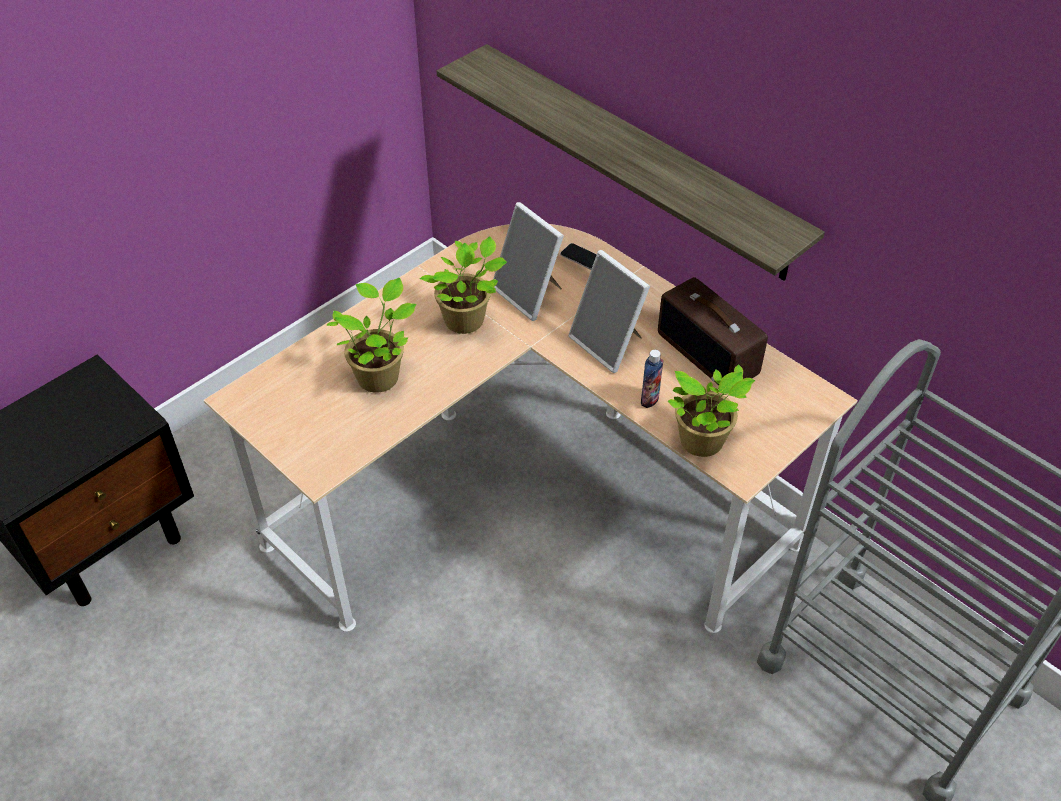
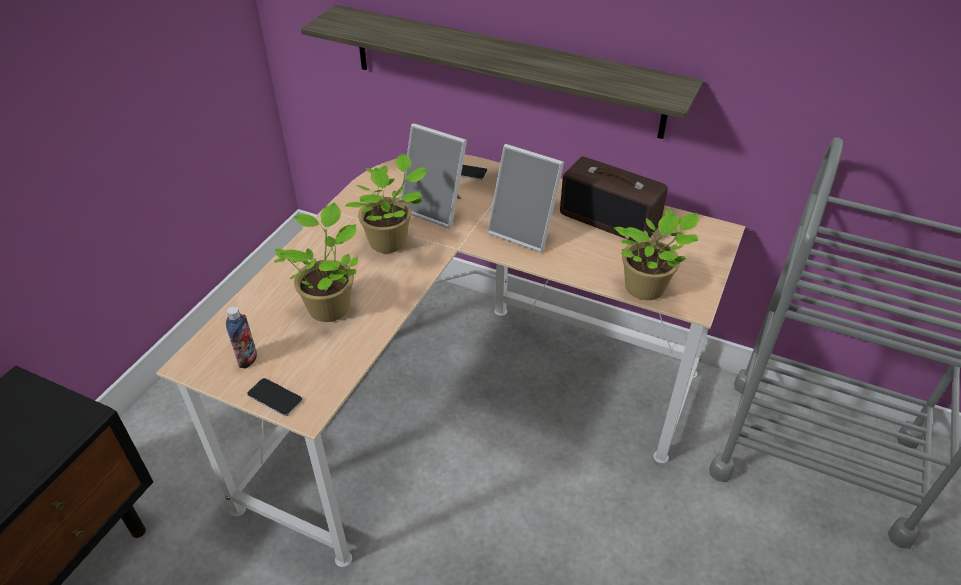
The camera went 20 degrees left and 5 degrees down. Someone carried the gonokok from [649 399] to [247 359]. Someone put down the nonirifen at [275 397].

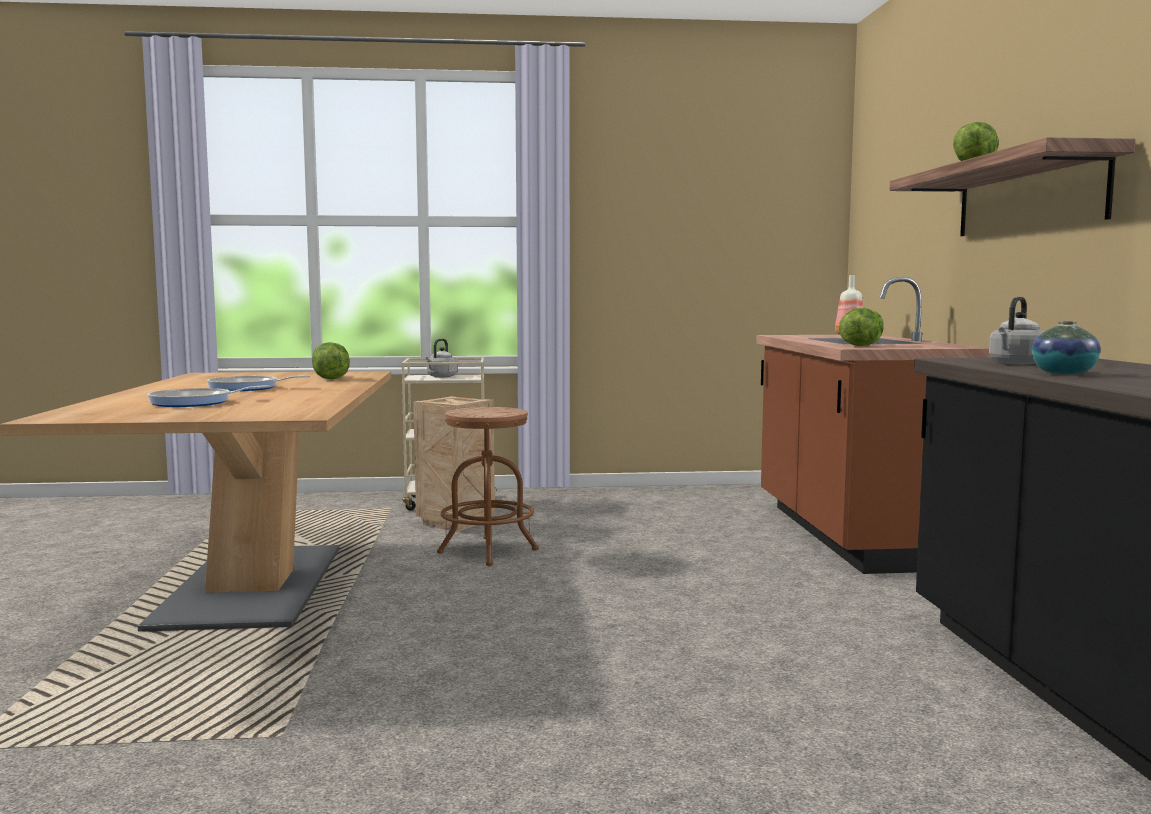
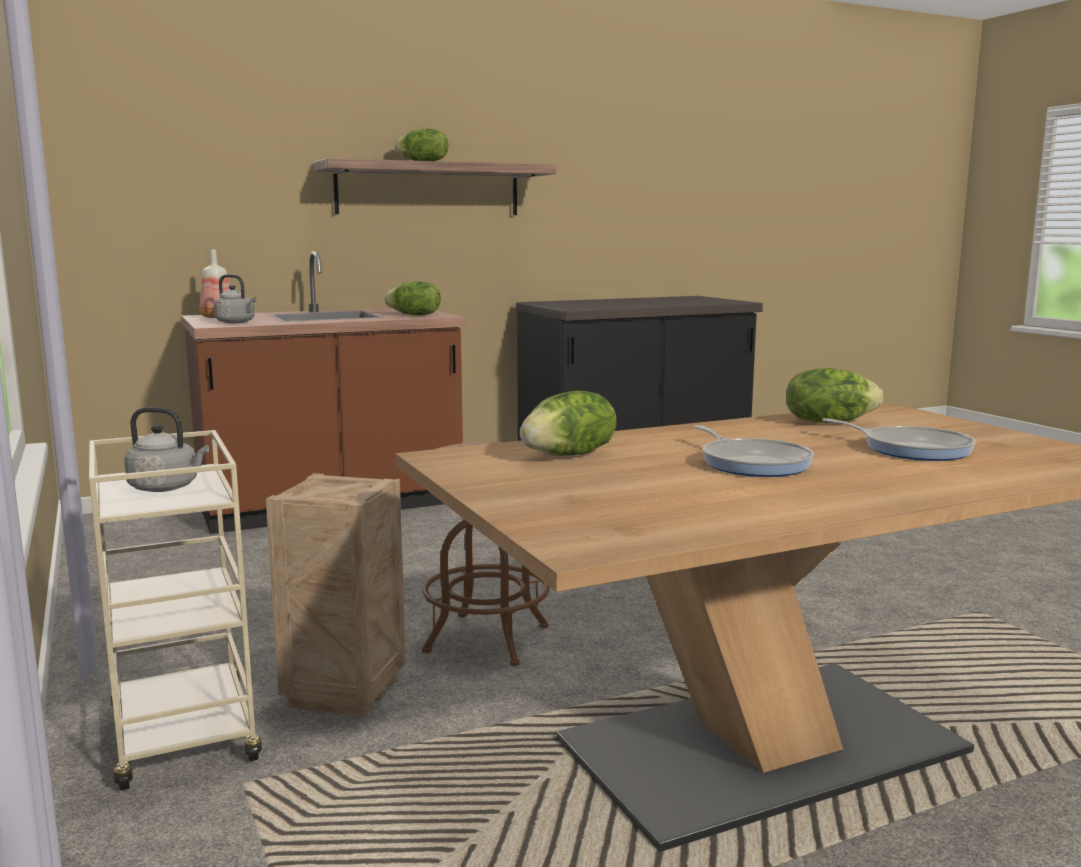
The camera went 110 degrees left and 5 degrees up. Someone carried the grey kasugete from [1016 363] to [237 322]. Someone took away the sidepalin at [1063 373]. Someone put down the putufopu at [828 422].

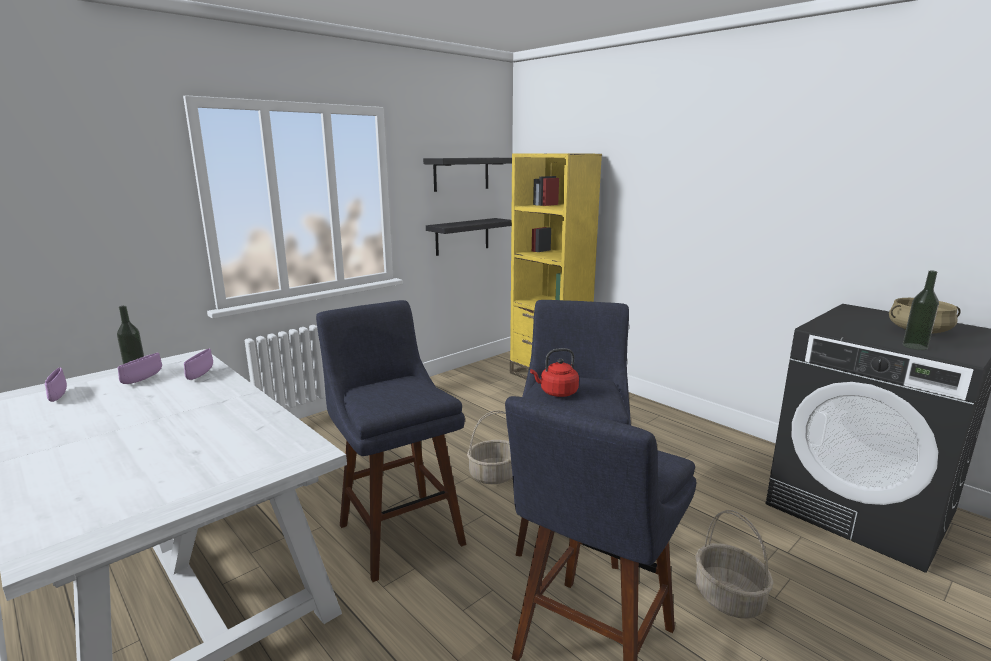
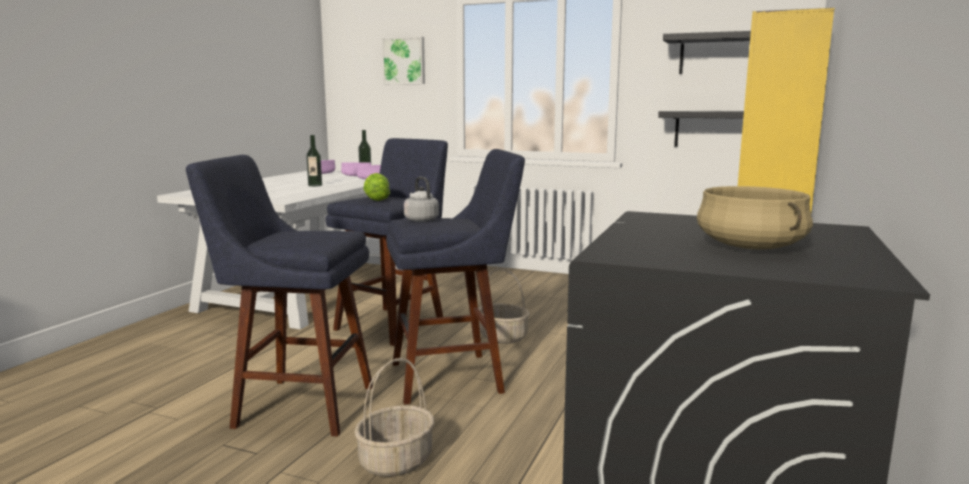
The camera went 65 degrees right and 5 degrees down. Someone carried the gonokok from [915 346] to [315 185]. Someone repainted the red kasugete at [556 393], which became the grey kasugete at [420 219]. Someone put up the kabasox at [404 61]. Someone put down the putufopu at [377 199].

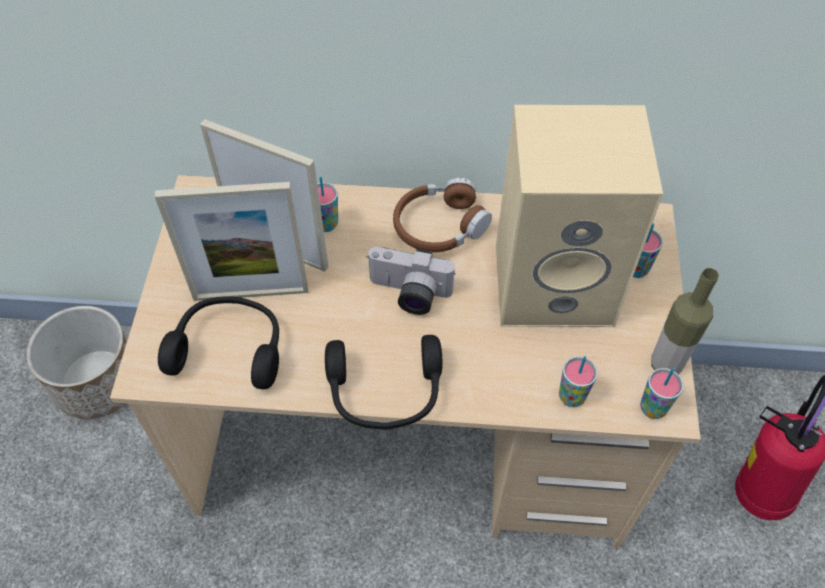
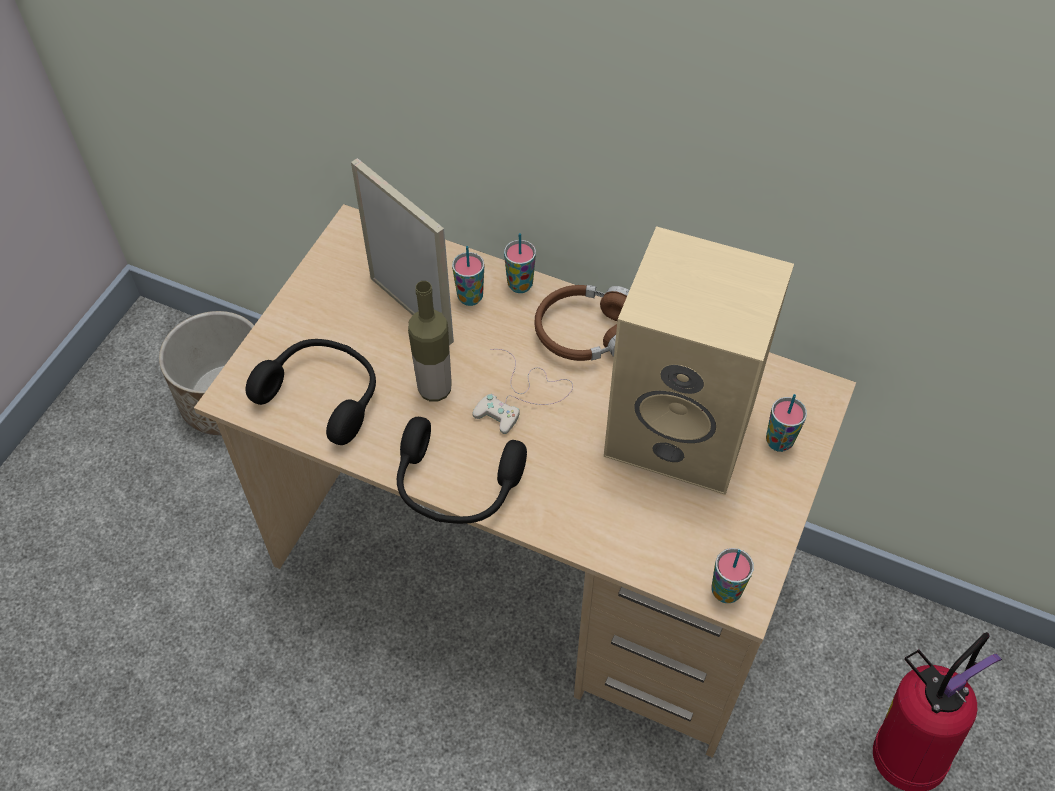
The camera went 20 degrees right and 0 degrees up. Someone took away the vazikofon at [251 293]. Someone swapped the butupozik at [408 295] for the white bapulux at [522 395]. Someone carried the gonokok from [666 365] to [435 389]. Someone carried the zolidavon from [571 397] to [520 285].

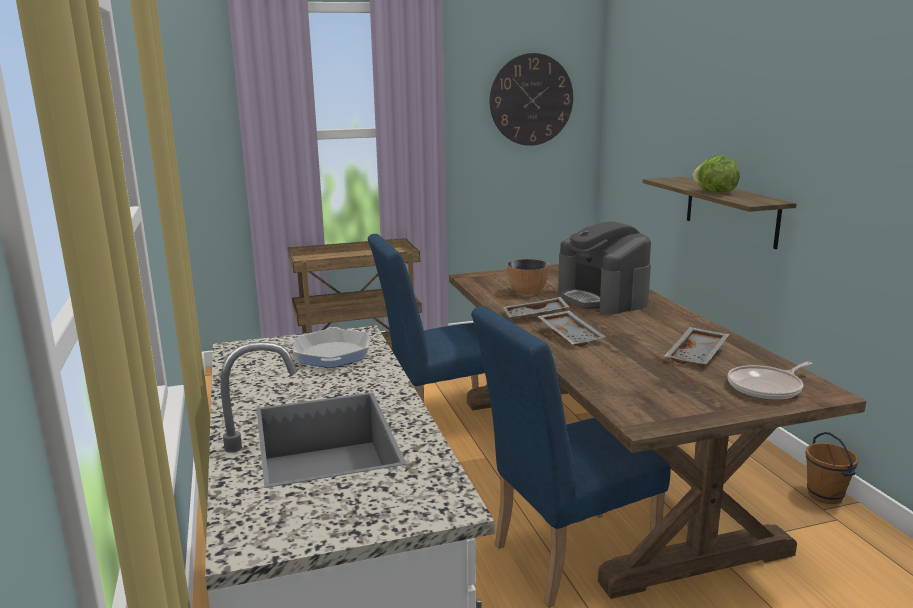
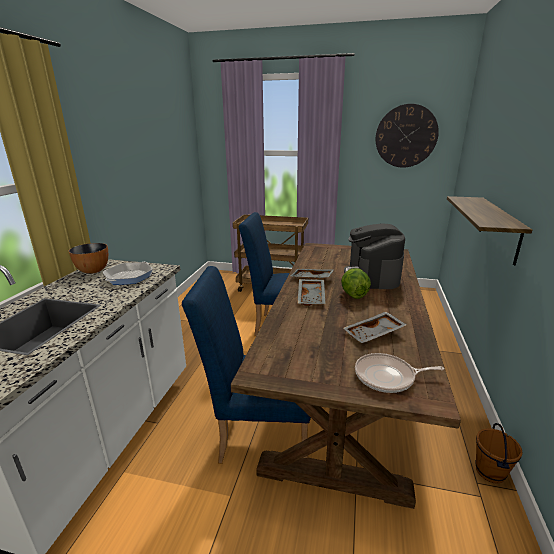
The camera went 30 degrees right and 5 degrees up. Someone carried the putufopu from [714 192] to [353 295]. Someone carried the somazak from [527 292] to [93 271].

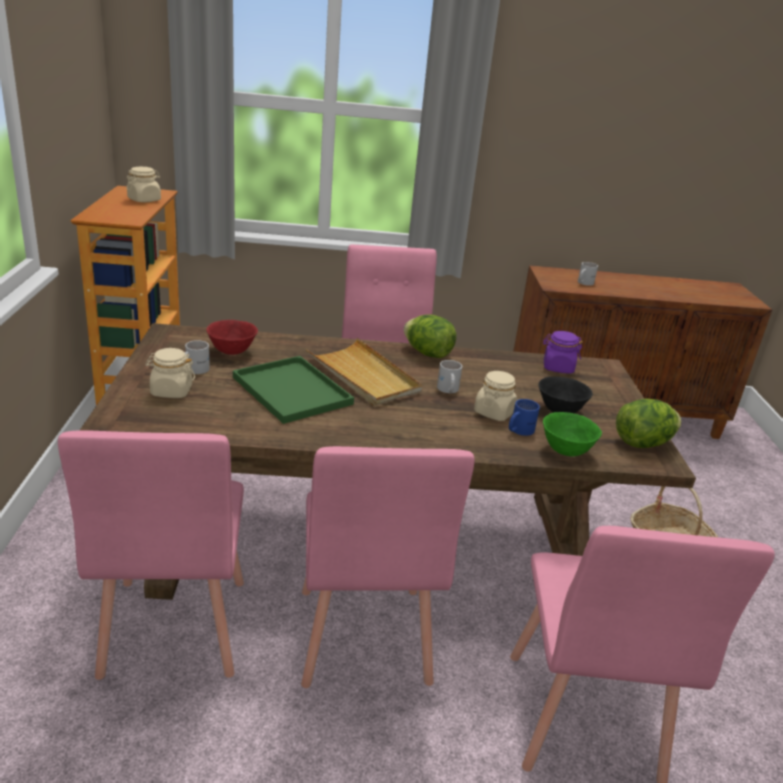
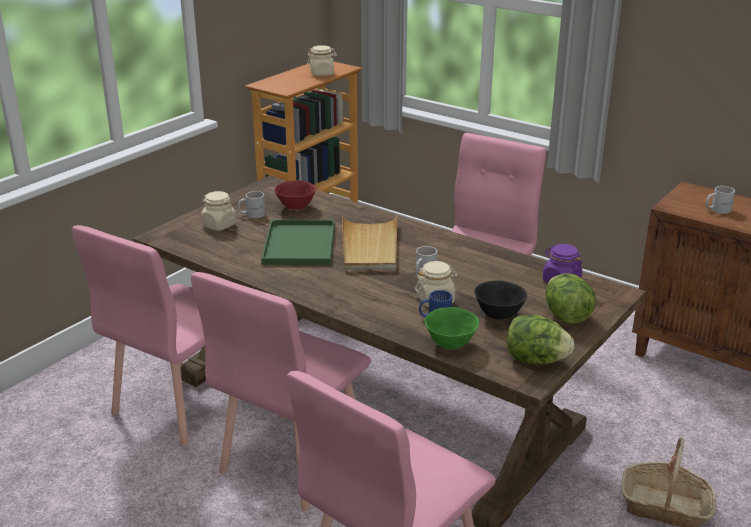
The camera went 40 degrees right and 0 degrees up. Someone carried the putufopu from [427 353] to [566 316].

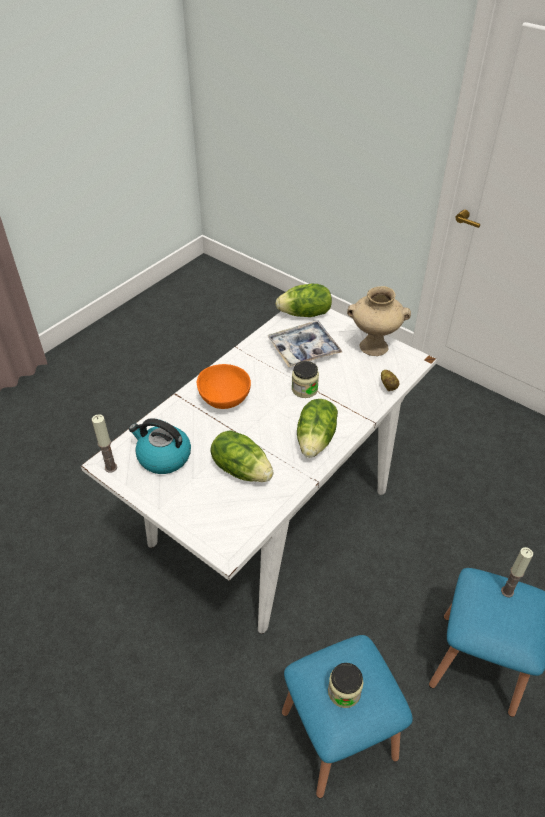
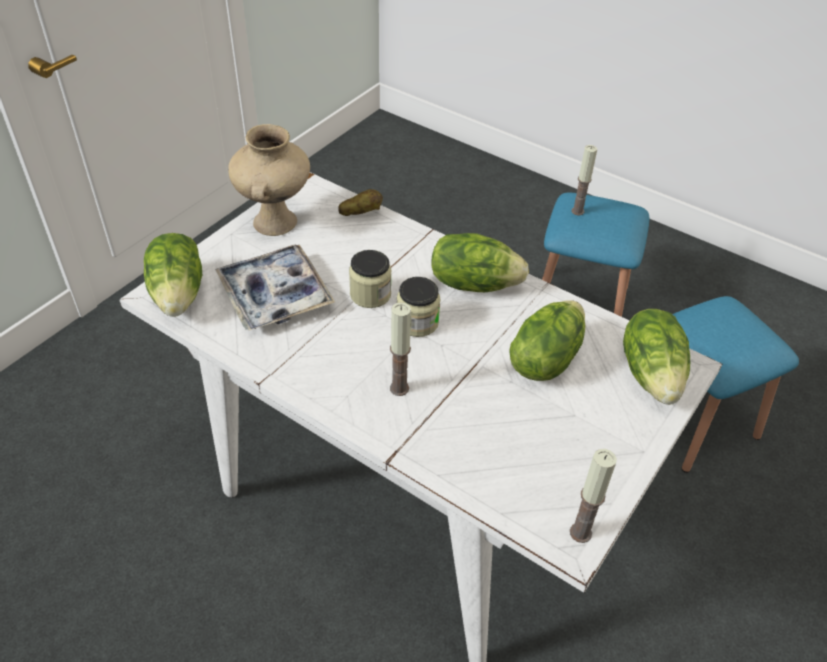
The camera went 95 degrees left and 0 degrees up. Someone swapped the orange somazak at [224 399] for the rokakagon at [399 388]. Someone took away the kasugete at [163 457]. Someone carried the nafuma from [344 691] to [417 322]. Someone put down the putufopu at [652 374].

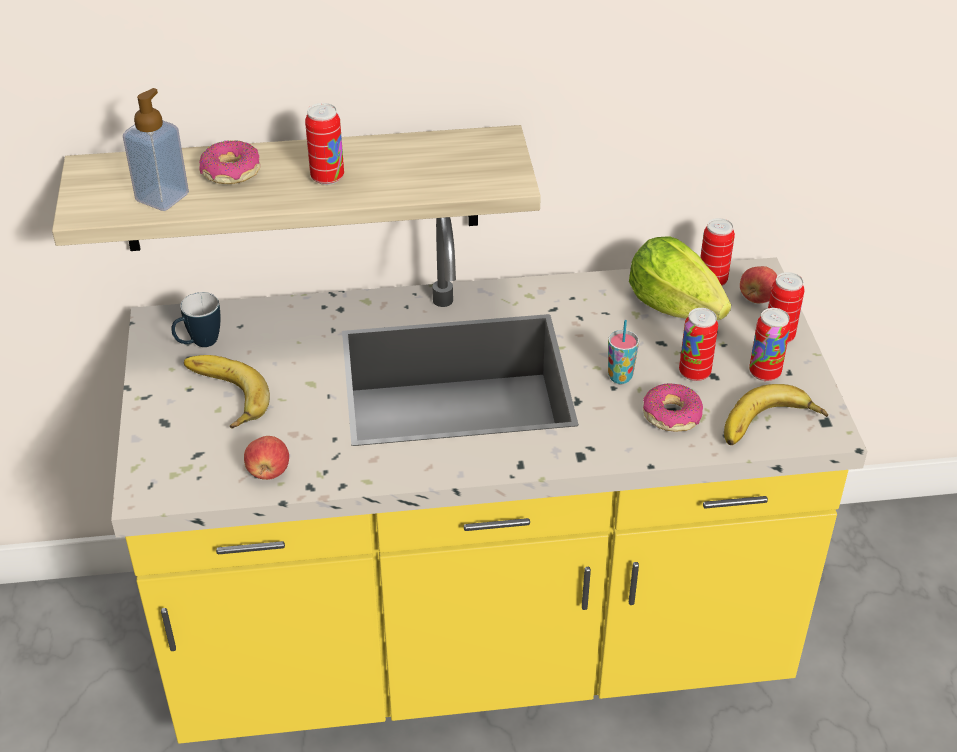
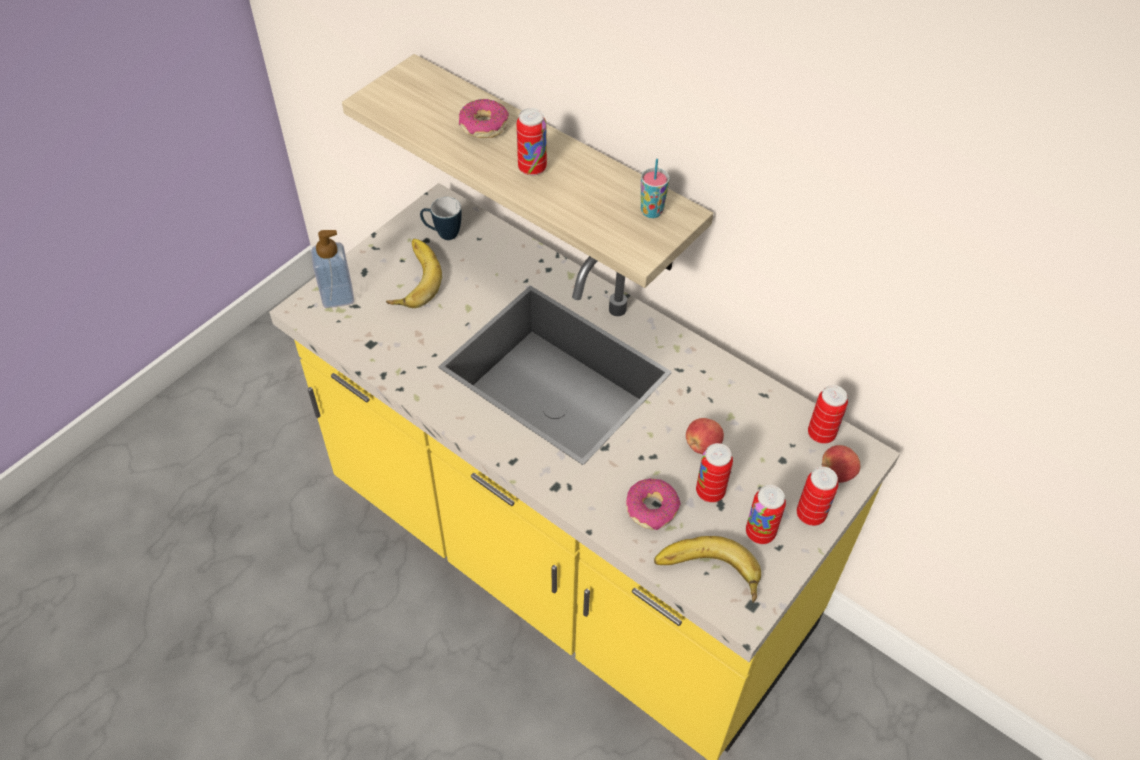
The camera went 45 degrees right and 10 degrees up. Someone carried the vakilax from [162 197] to [337 296]. Someone took away the putufopu at [674 306]. Someone carried the zolidavon from [620 377] to [651 211]. Someone carried the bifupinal from [268 472] to [702 445].

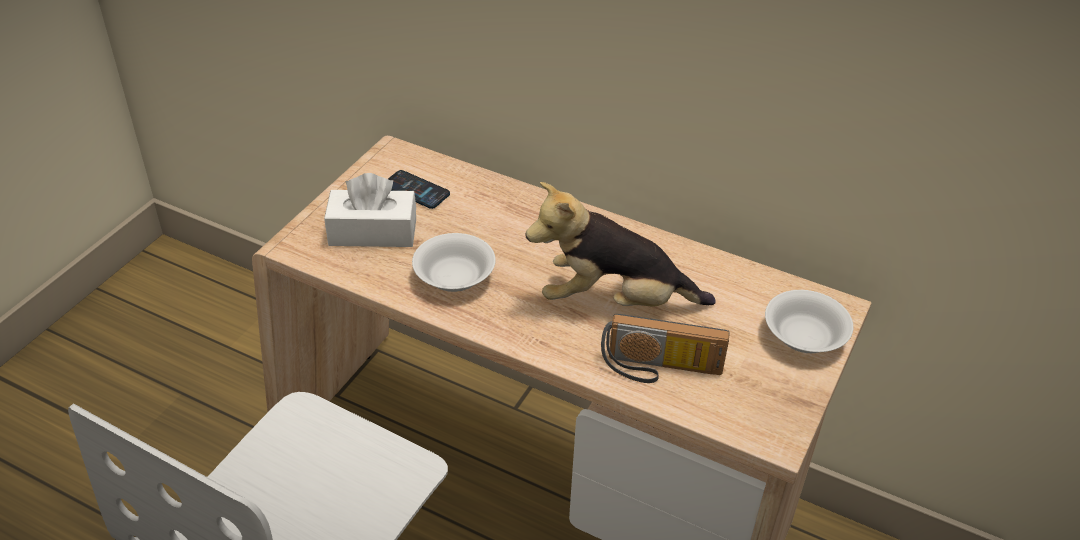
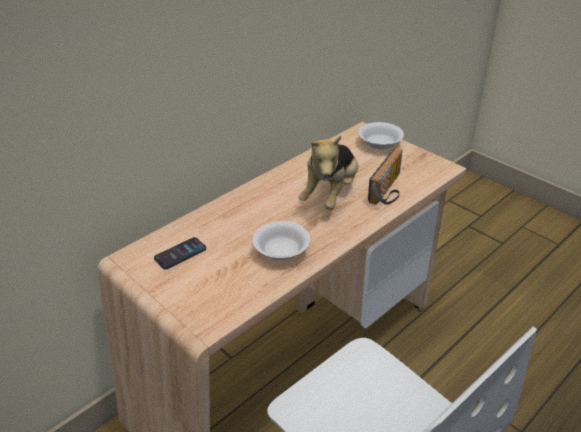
The camera went 70 degrees left and 5 degrees down. Someone took away the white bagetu at [373 232].

